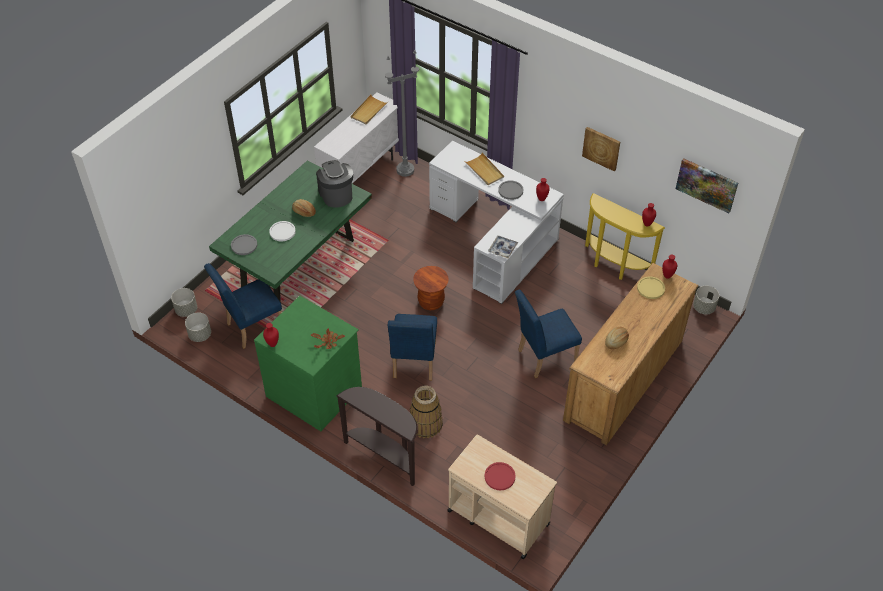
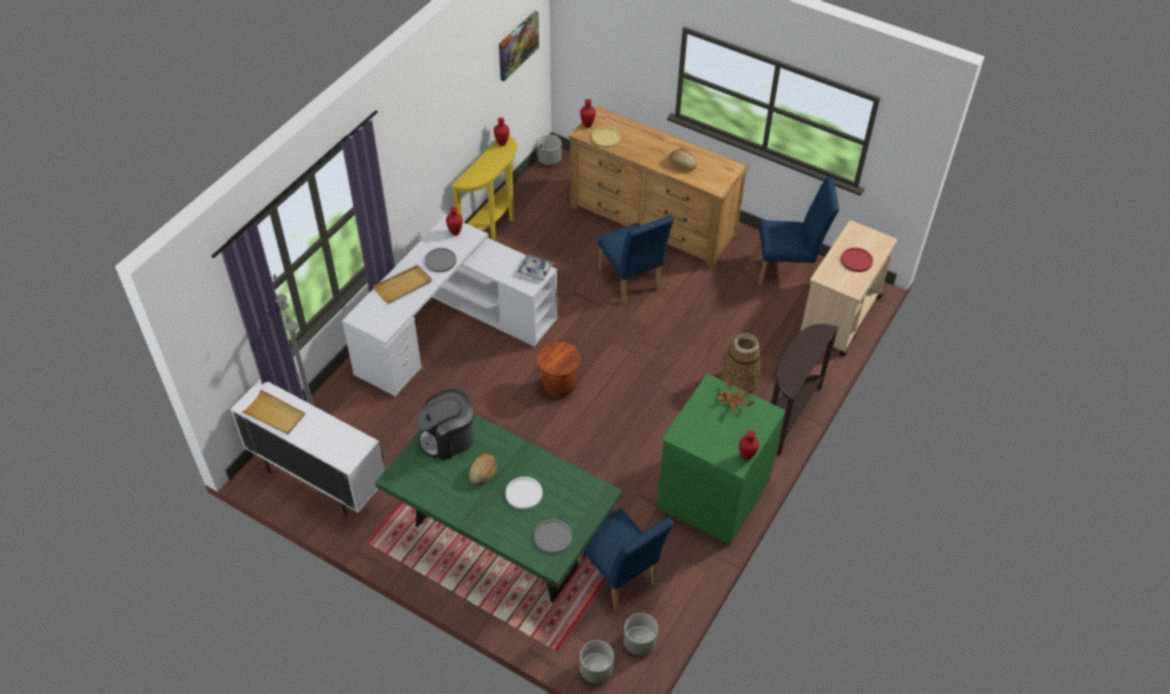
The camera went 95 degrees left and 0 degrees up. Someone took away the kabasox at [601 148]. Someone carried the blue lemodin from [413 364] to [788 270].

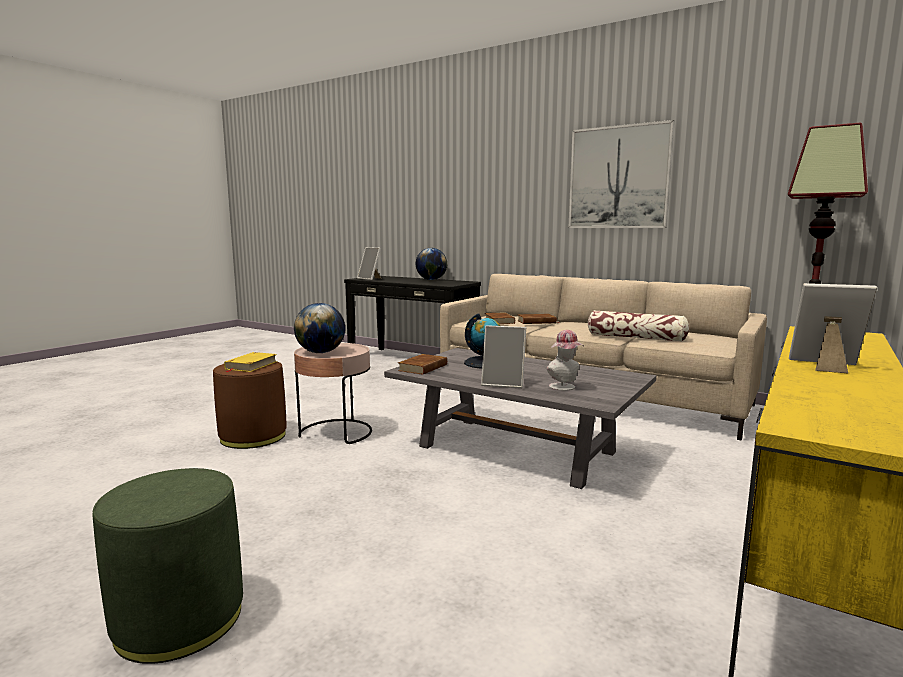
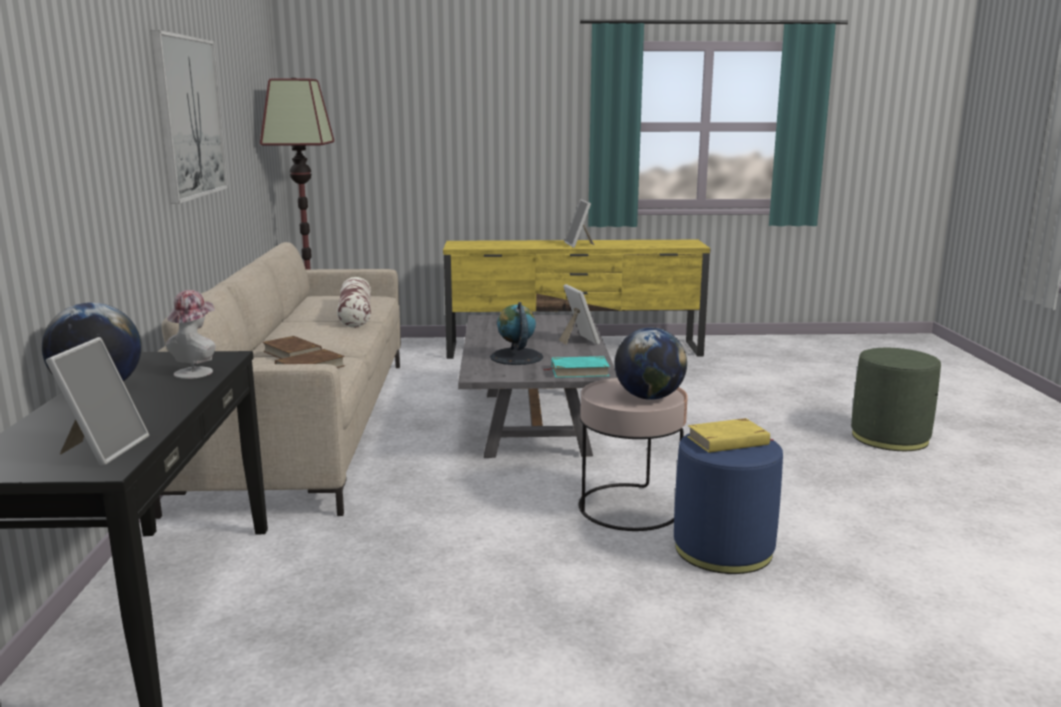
The camera went 125 degrees left and 5 degrees up. Someone carried the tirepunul from [565 387] to [197 371]. Someone repainted the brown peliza at [423 368], which became the turquoise peliza at [579 371]. Someone repainted the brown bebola at [253 436], which became the blue bebola at [723 549].

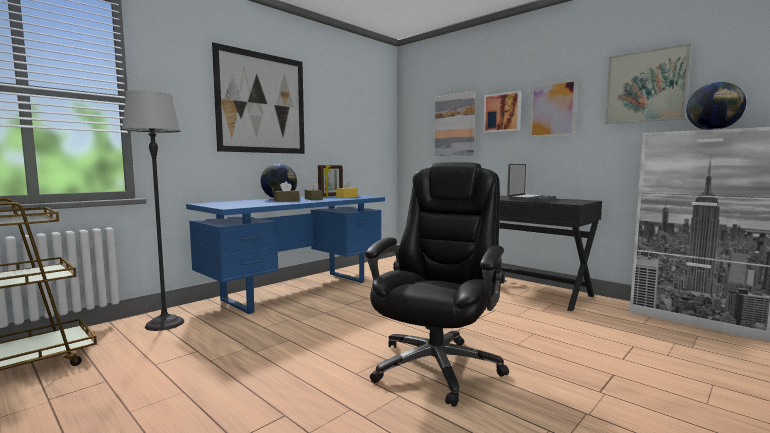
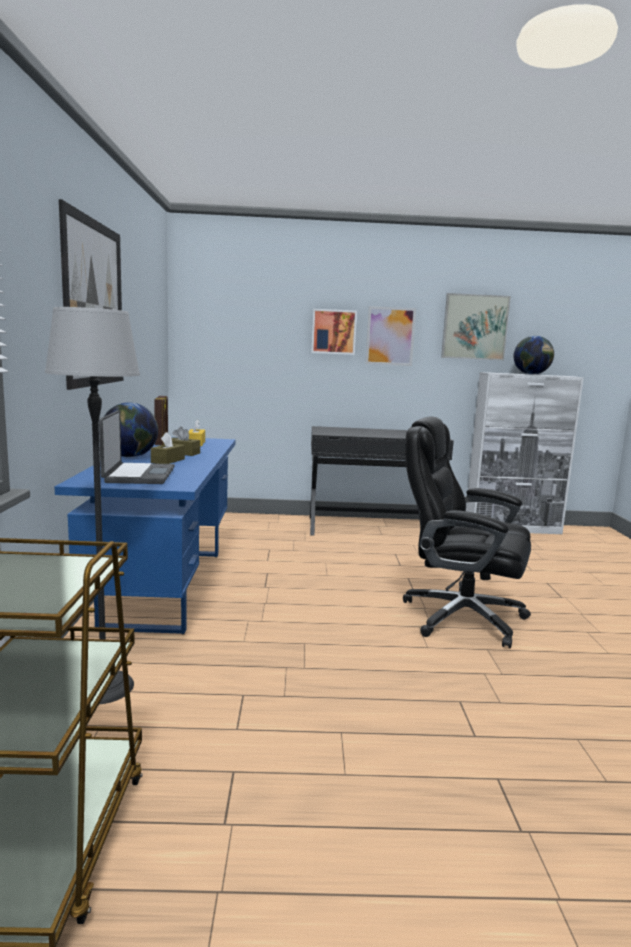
The camera went 45 degrees left and 5 degrees up. Someone took away the kabasox at [455 125]. Someone rotated the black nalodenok at [437 366] by 45 degrees counterclockwise. Someone carried the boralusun from [530 199] to [138 475].

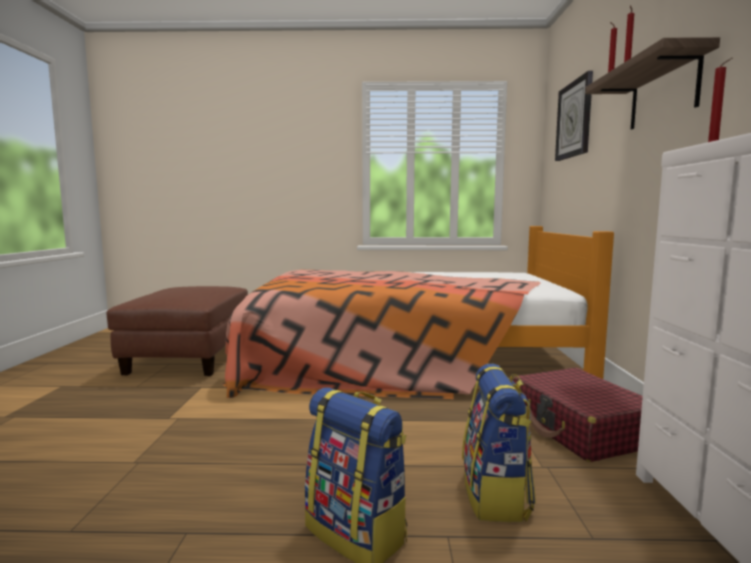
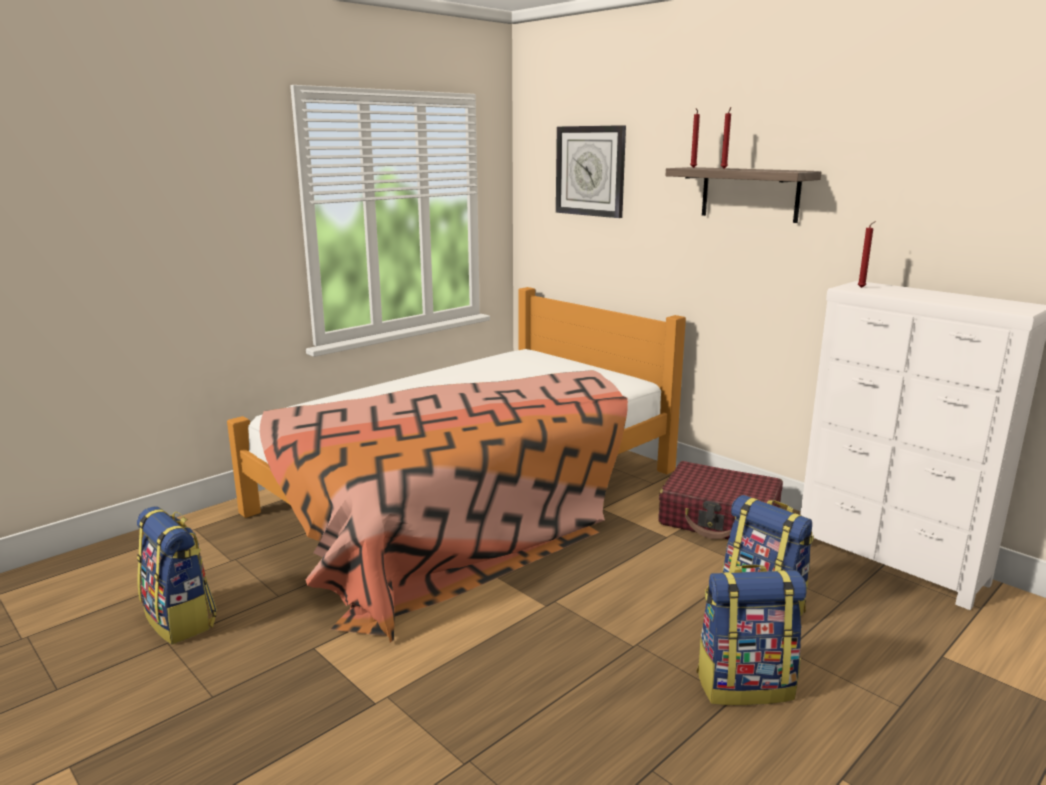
The camera went 45 degrees left and 10 degrees up. Someone swapped the brown bebola at [189 359] for the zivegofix at [181 619].

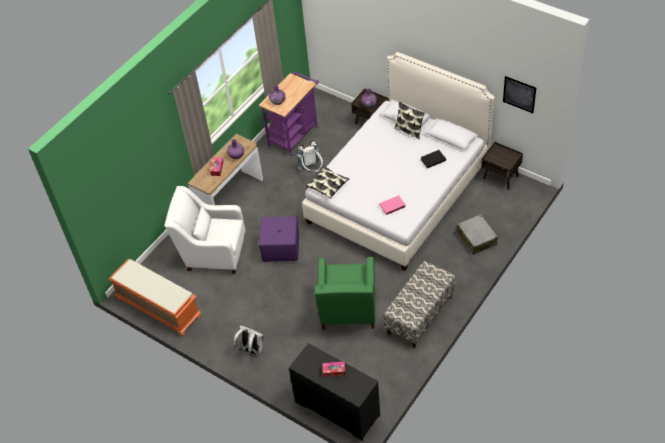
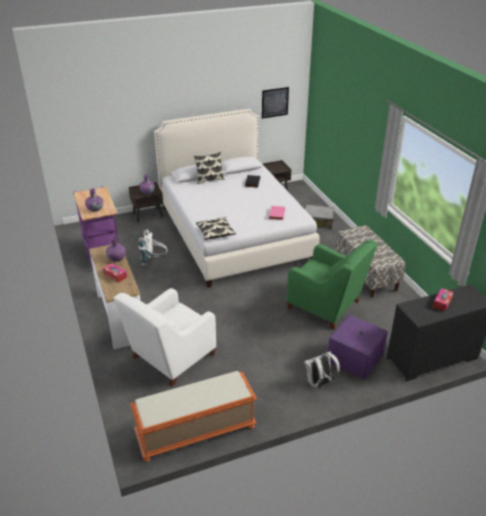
The camera went 60 degrees left and 15 degrees down. Someone carried the purple bebola from [280 249] to [354 361].

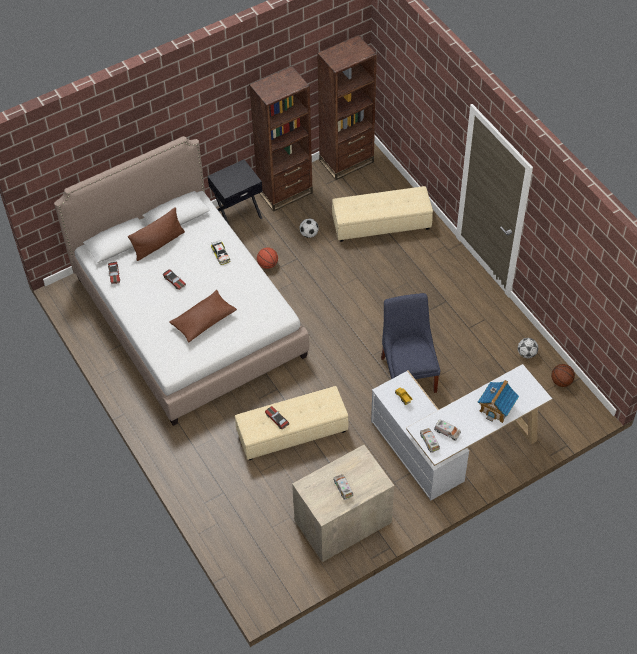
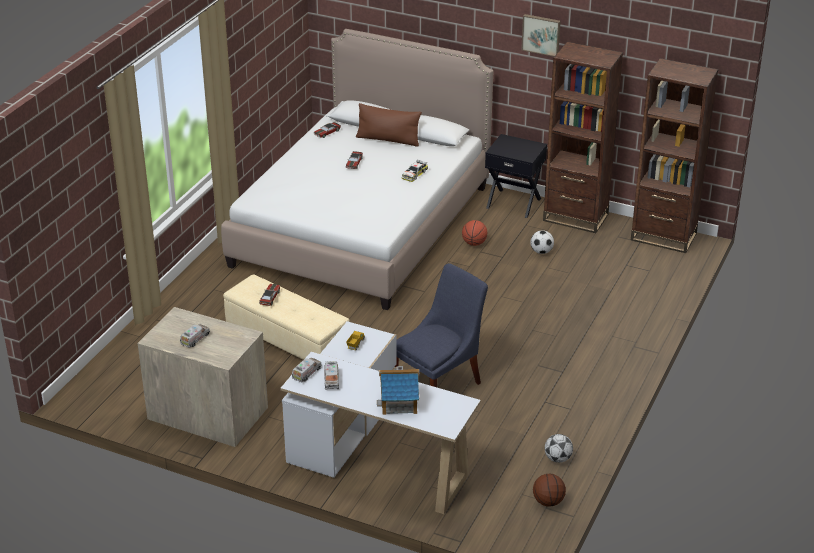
The camera went 55 degrees right and 20 degrees down. Someone took away the beige bebola at [381 223]. Someone took away the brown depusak at [203 321]. Someone put up the kabasox at [541 34].

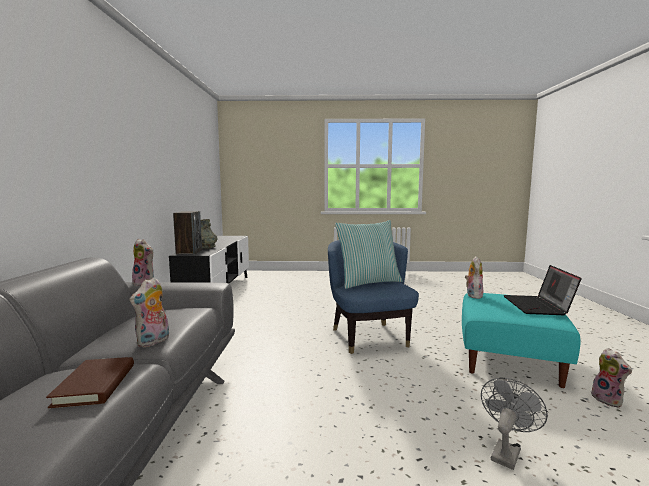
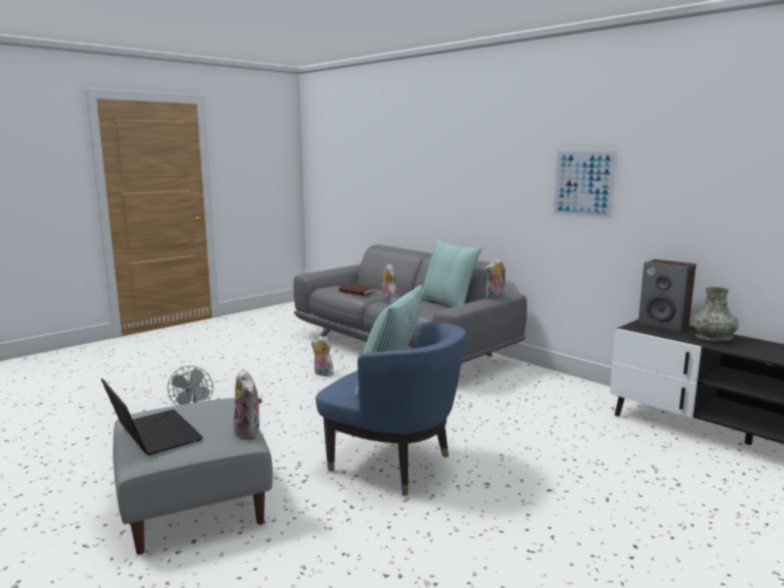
The camera went 135 degrees right and 5 degrees up. Someone repainted the turquoise bebola at [509 360], which became the grey bebola at [193 504]. Someone carried the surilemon from [609 400] to [322 374]. Someone put up the kabasox at [583 184]. Someone put down the depusak at [448 303].

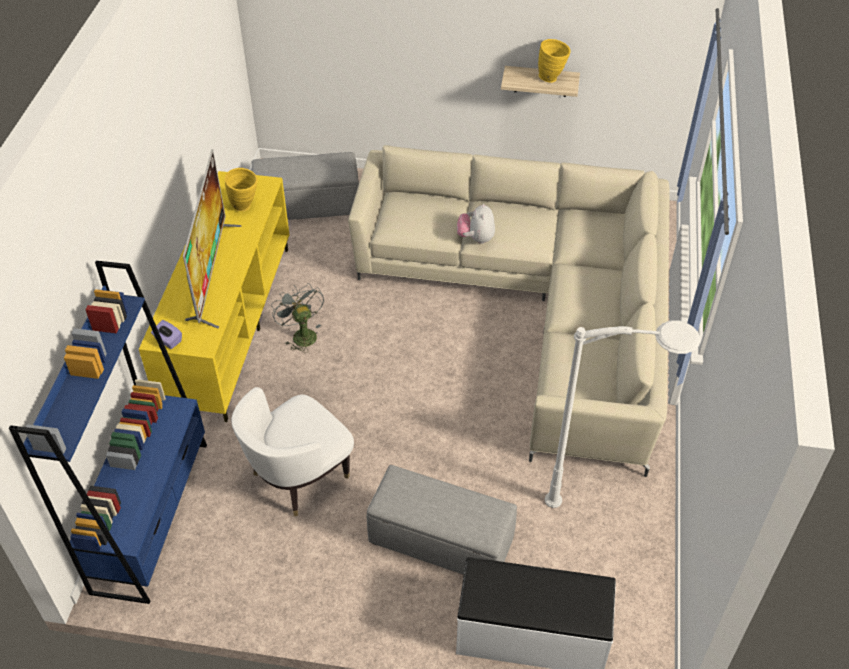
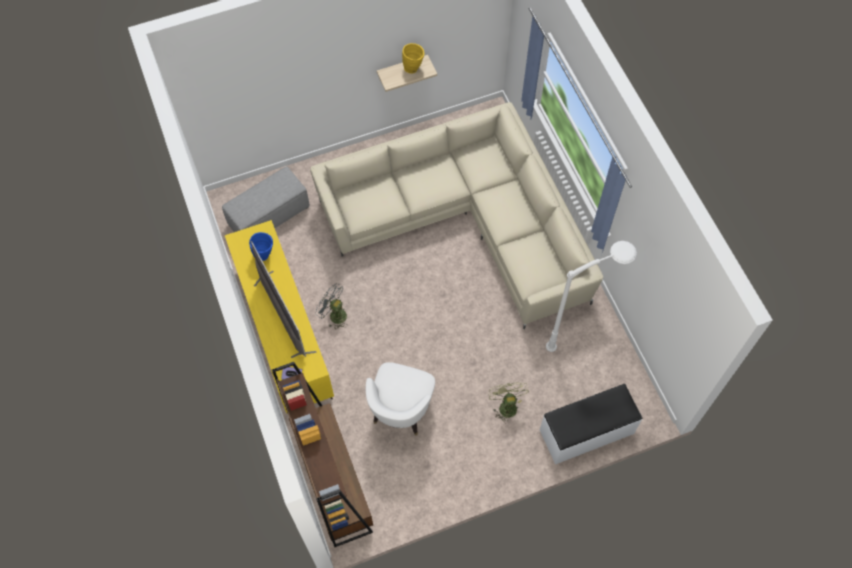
The camera went 30 degrees left and 15 degrees up. Someone repainted the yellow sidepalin at [245 207], which became the blue sidepalin at [265 255]. Someone took away the surilemon at [476 238]. Someone repainted the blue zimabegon at [151 515], which became the brown zimabegon at [333 481]. Someone swapped the grey bebola at [440 541] for the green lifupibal at [506 405].

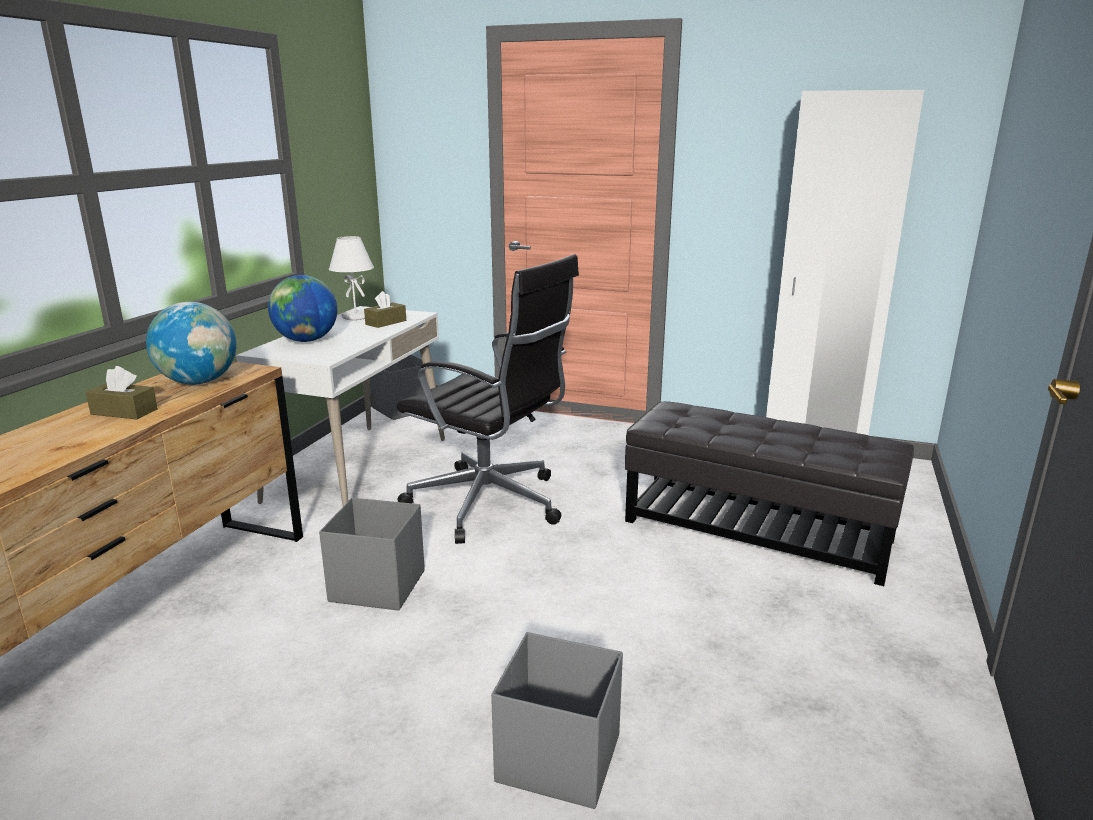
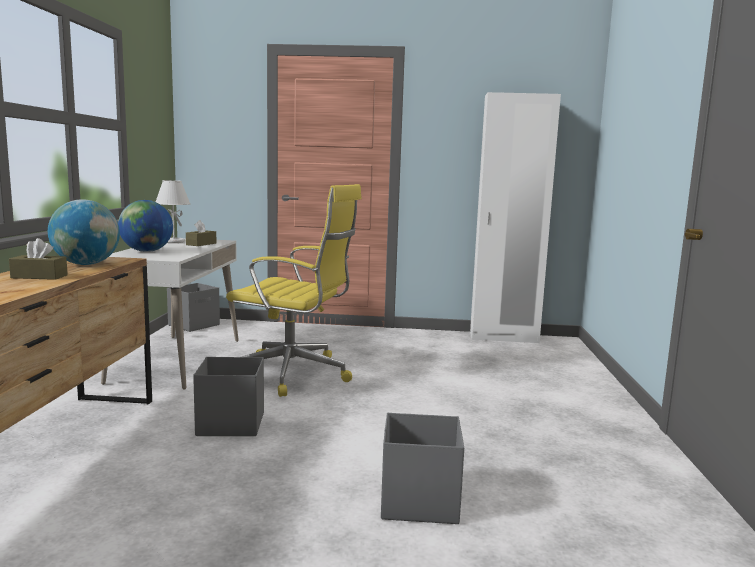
The camera went 15 degrees left and 10 degrees down. Someone repainted the black nalodenok at [490 504], which became the yellow nalodenok at [294 374]. Someone took away the black bebola at [757 529].

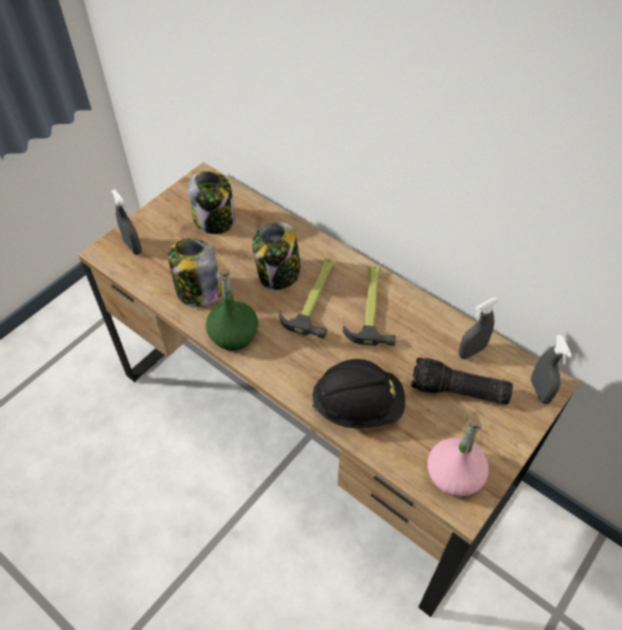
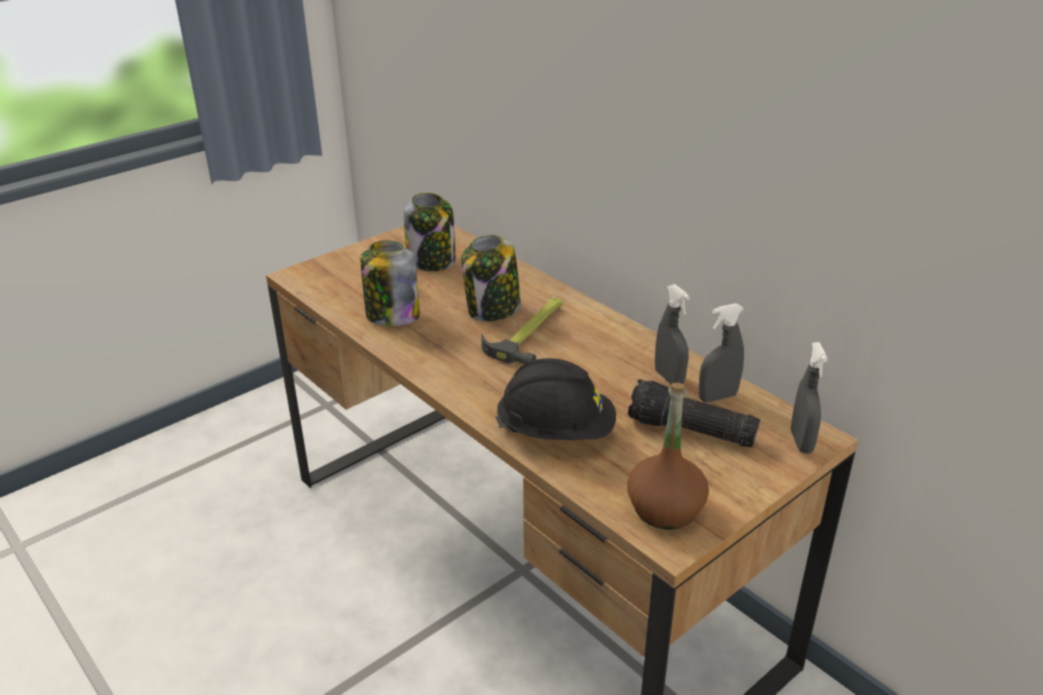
The camera went 10 degrees right and 20 degrees down. Someone carried the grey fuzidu from [133 247] to [669 378]. Someone took away the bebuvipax at [371 306]. Someone took away the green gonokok at [233 335]. Someone repainted the pink gonokok at [453 475], which became the brown gonokok at [665 509].

